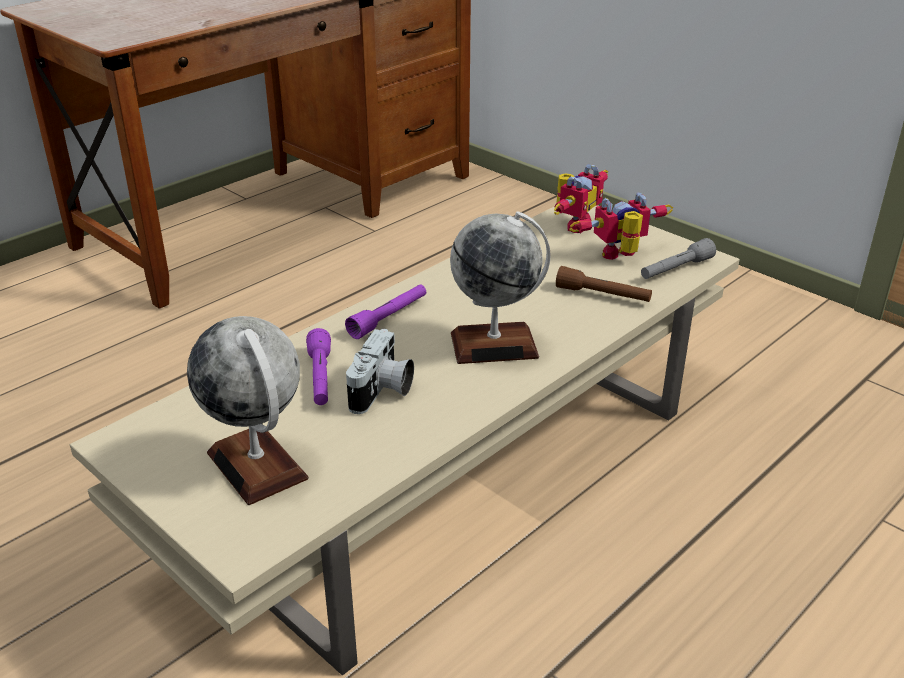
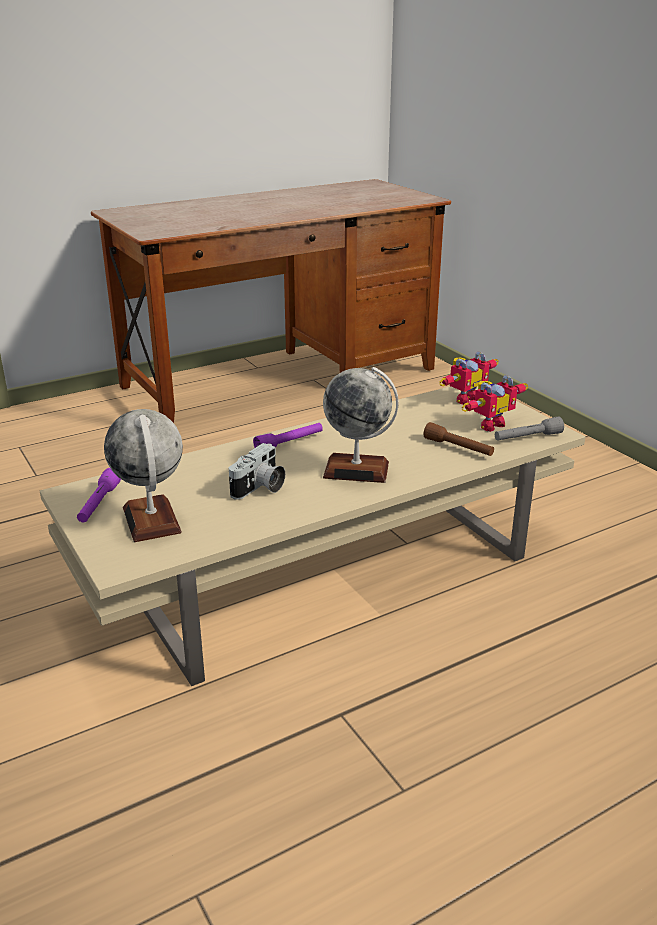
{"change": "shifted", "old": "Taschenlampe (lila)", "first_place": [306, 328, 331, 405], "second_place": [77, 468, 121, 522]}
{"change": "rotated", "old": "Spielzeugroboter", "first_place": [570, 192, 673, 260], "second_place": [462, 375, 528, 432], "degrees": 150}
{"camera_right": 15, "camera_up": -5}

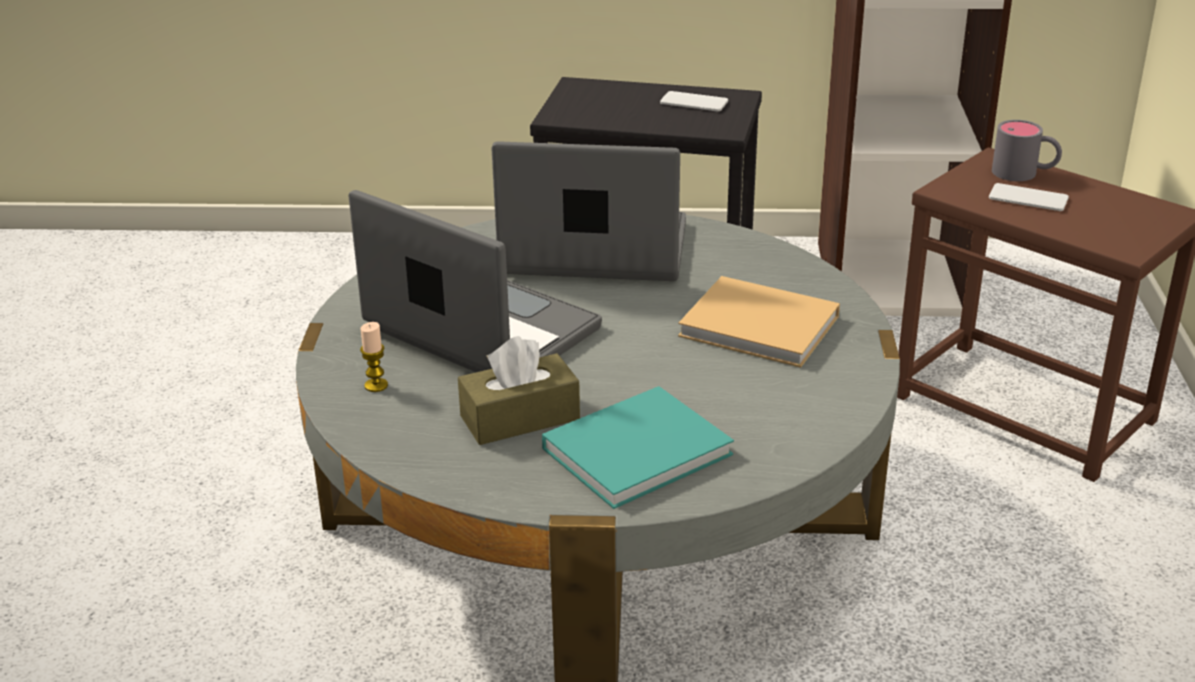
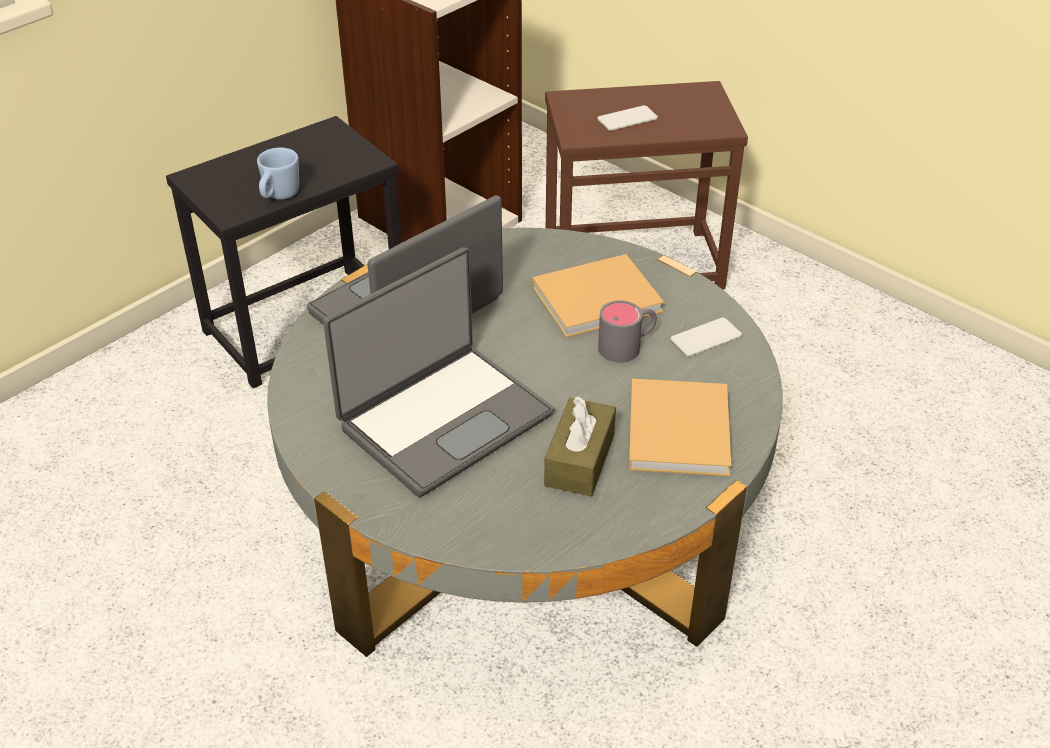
{"change": "new", "new": "Henkelbecher (blau)", "second_place": [257, 148, 299, 200]}
{"change": "rotated", "old": "Laptop", "first_place": [349, 190, 602, 372], "second_place": [323, 247, 554, 497], "degrees": 150}
{"change": "shifted", "old": "Henkelbecher (grau)", "first_place": [992, 120, 1062, 181], "second_place": [598, 300, 657, 363]}
{"change": "repainted", "old": "Buch (türkis)", "new": "Buch (beige)", "first_place": [542, 386, 734, 509], "second_place": [629, 379, 731, 476]}
{"change": "shifted", "old": "Handy", "first_place": [660, 91, 728, 111], "second_place": [671, 318, 742, 357]}
{"change": "gone", "old": "Kerze", "first_place": [360, 322, 388, 392]}
{"camera_right": -50, "camera_up": 10}

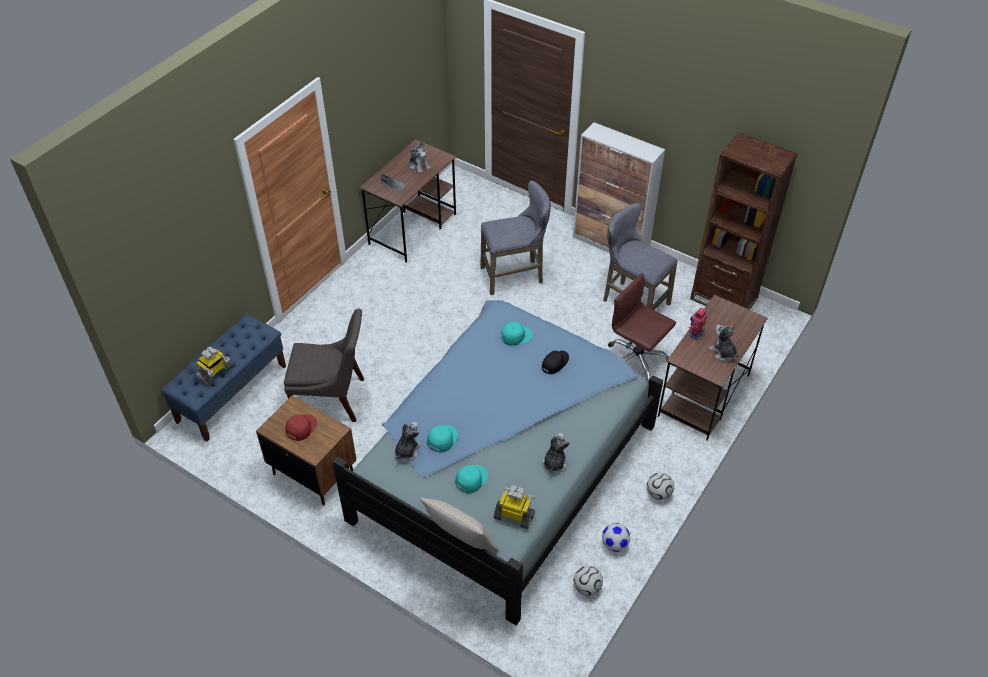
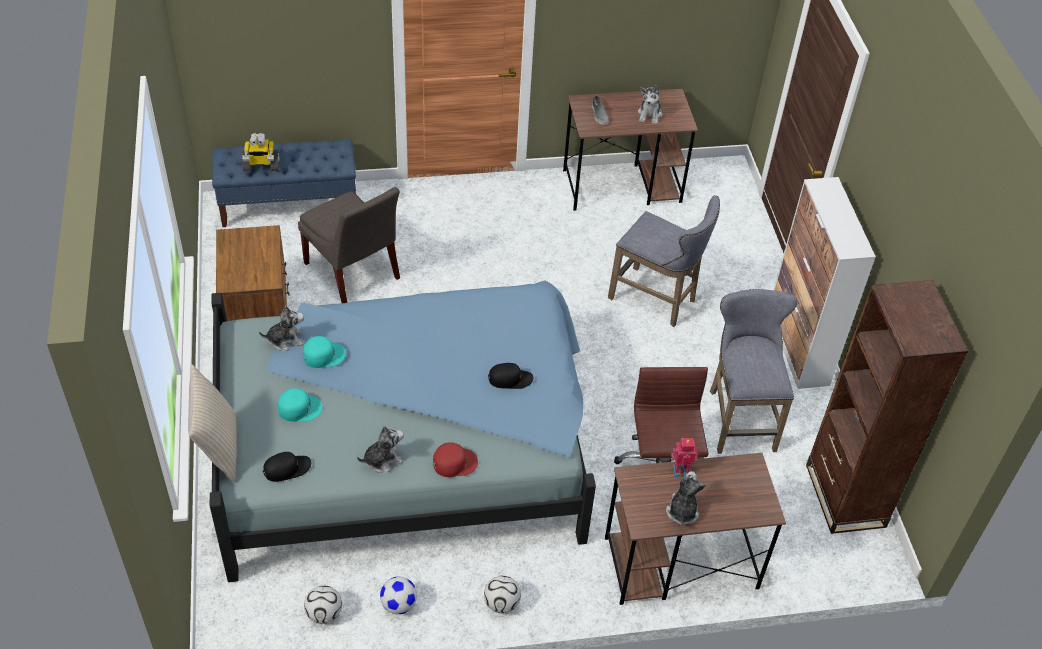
{"change": "swapped", "old": "Spielzeugroboter", "new": "Kappe (schwarz)", "first_place": [494, 486, 535, 529], "second_place": [263, 452, 311, 482]}
{"change": "shifted", "old": "Kappe (rot)", "first_place": [286, 414, 317, 441], "second_place": [433, 443, 478, 477]}
{"change": "gone", "old": "Kappe (türkis)", "first_place": [501, 322, 533, 346]}
{"camera_right": 45, "camera_up": 0}

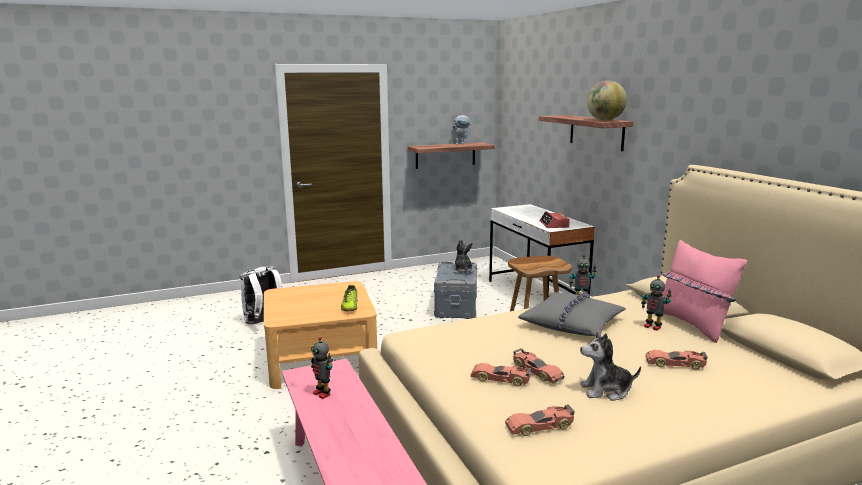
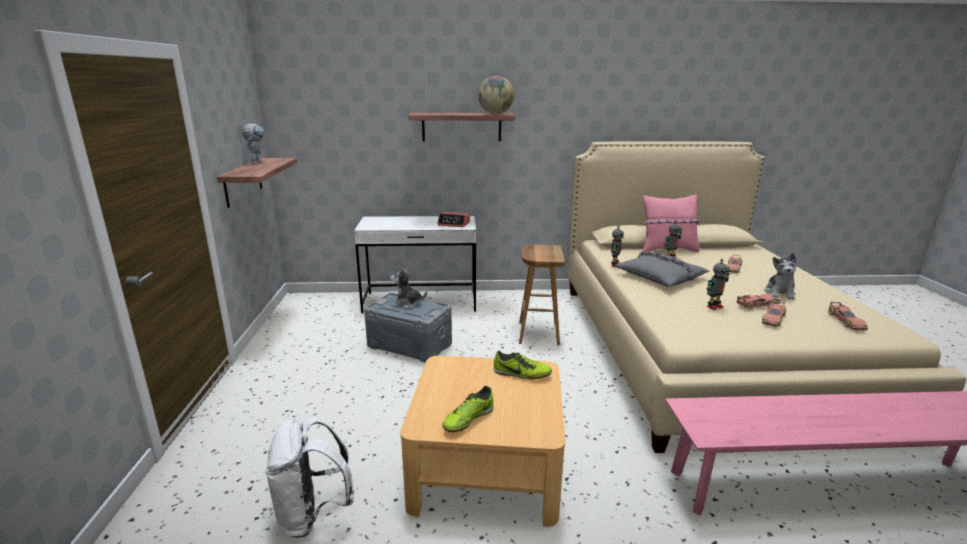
{"change": "new", "new": "Schuh", "second_place": [442, 386, 494, 432]}
{"change": "shifted", "old": "Spielzeugroboter", "first_place": [311, 337, 333, 399], "second_place": [706, 259, 730, 310]}
{"camera_right": -70, "camera_up": 5}

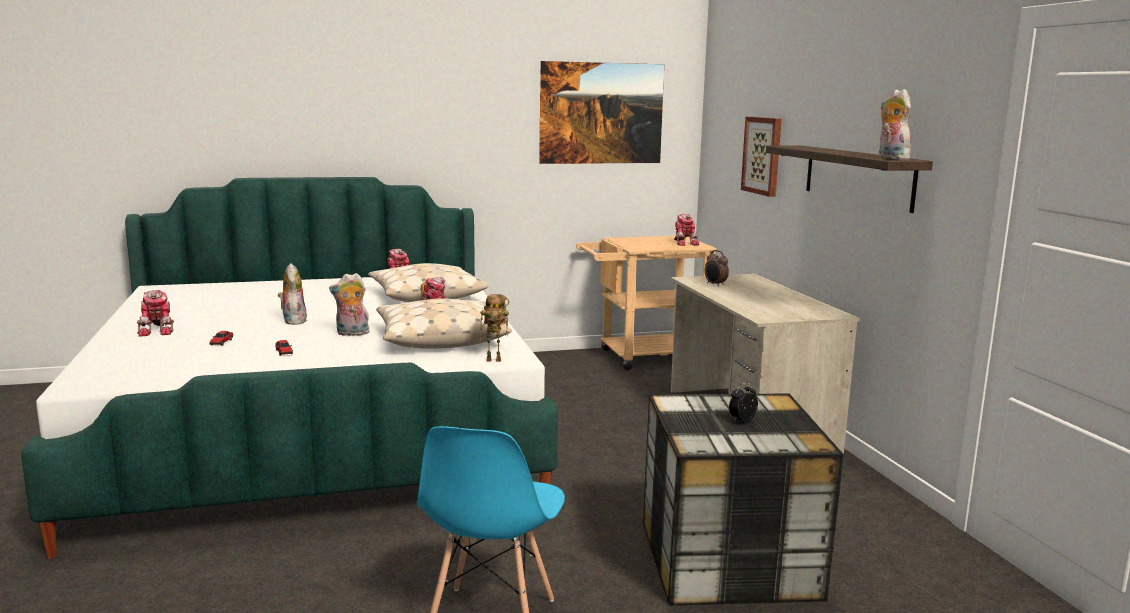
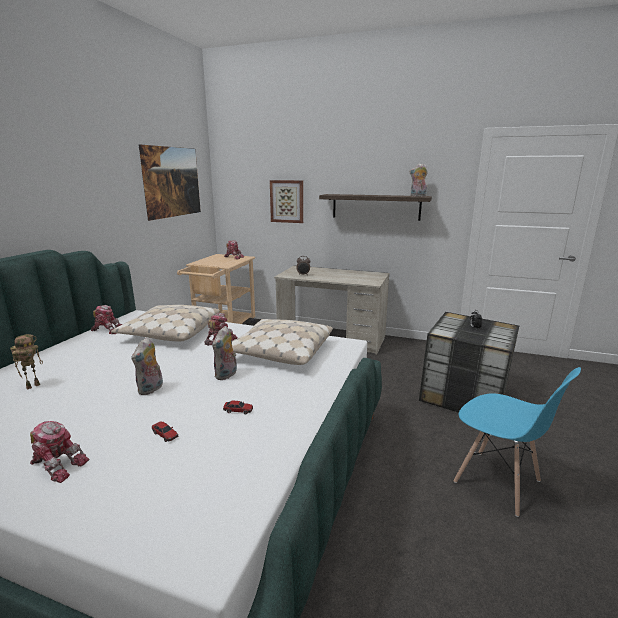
{"change": "shifted", "old": "Spielzeugroboter", "first_place": [480, 294, 509, 362], "second_place": [10, 334, 43, 389]}
{"change": "rotated", "old": "Plüschtier", "first_place": [278, 263, 307, 325], "second_place": [131, 337, 163, 395], "degrees": -90}
{"camera_right": -55, "camera_up": 5}

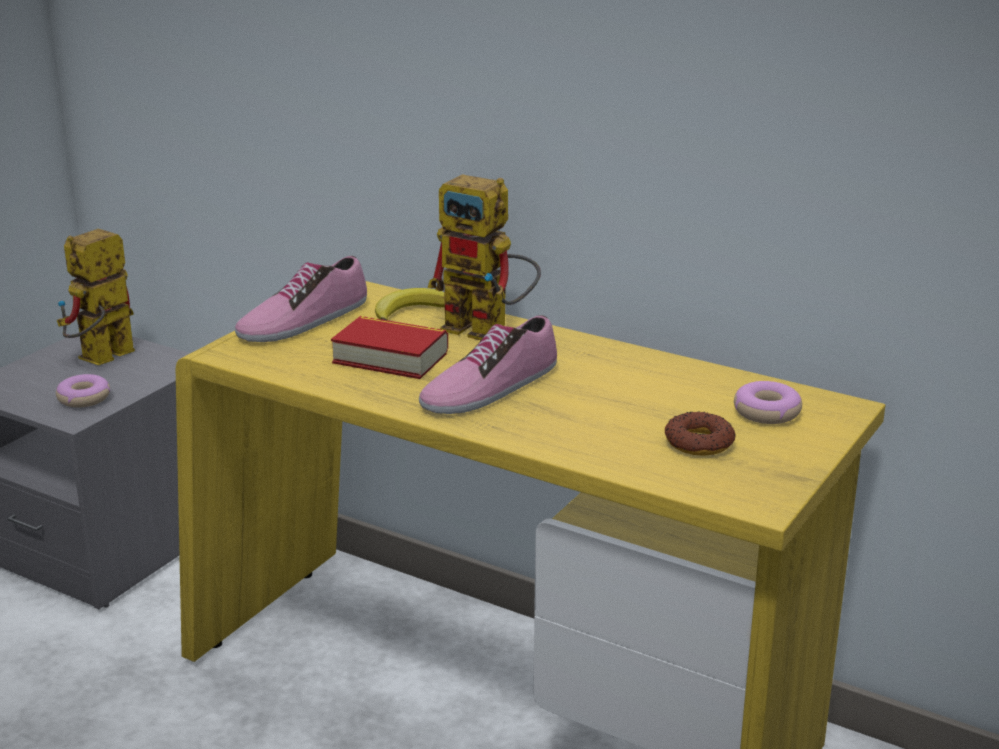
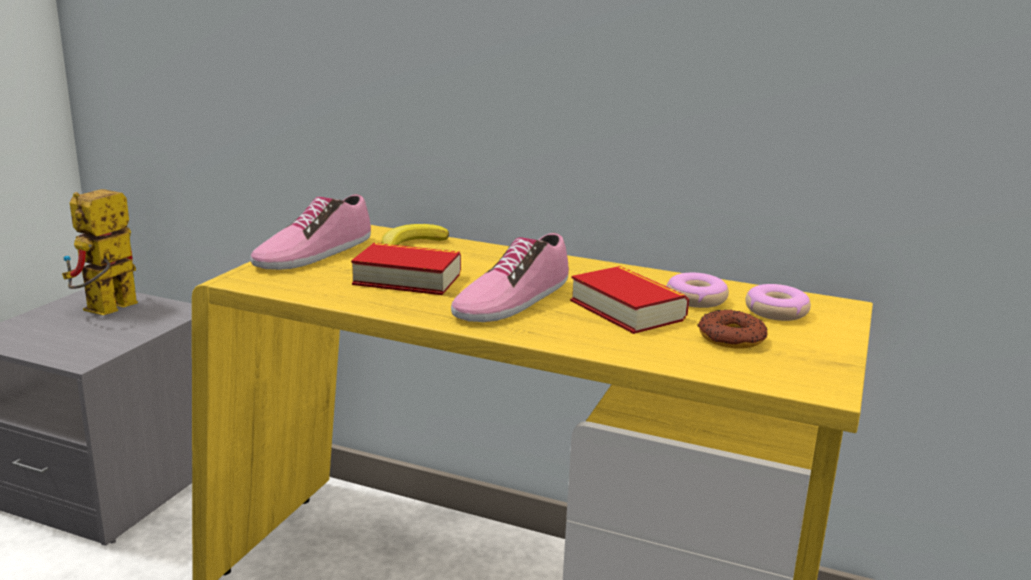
{"change": "new", "new": "Buch", "second_place": [570, 266, 689, 334]}
{"change": "shifted", "old": "Donut", "first_place": [56, 374, 110, 408], "second_place": [666, 273, 729, 308]}
{"change": "gone", "old": "Spielzeugroboter", "first_place": [427, 174, 541, 340]}
{"camera_right": -10, "camera_up": -5}

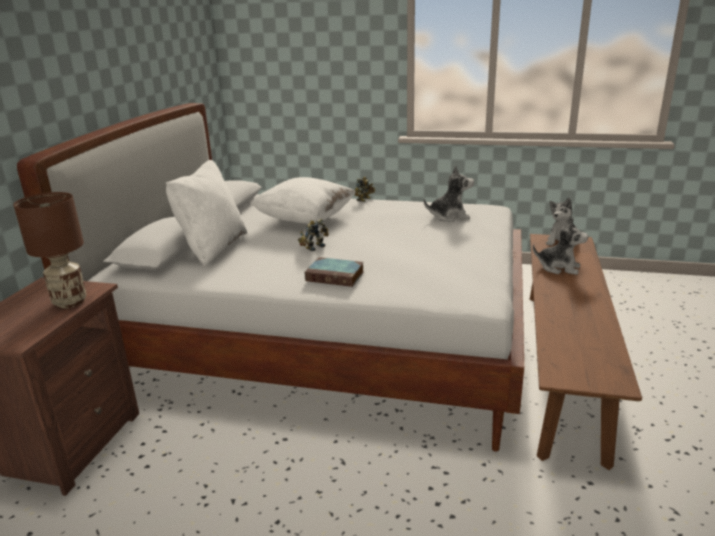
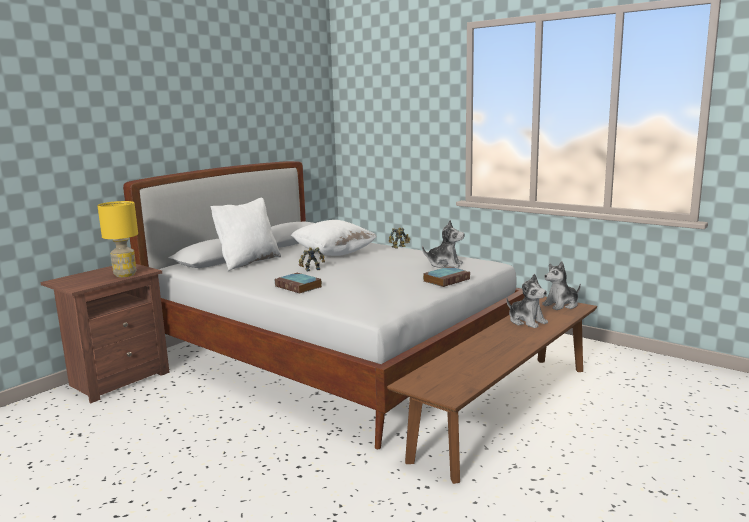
{"change": "repainted", "old": "Tischlampe (braun)", "new": "Tischlampe (gelb)", "first_place": [13, 192, 86, 309], "second_place": [97, 201, 138, 278]}
{"change": "new", "new": "Buch", "second_place": [423, 266, 470, 287]}
{"camera_right": 25, "camera_up": -10}

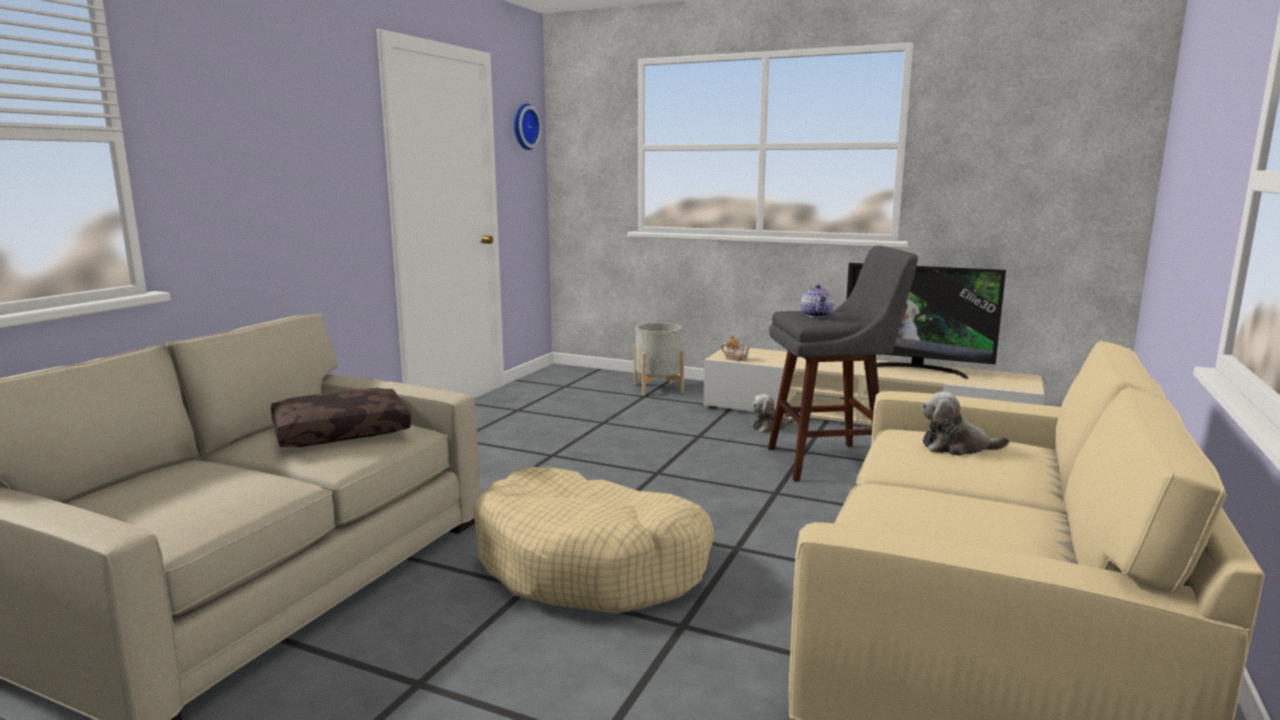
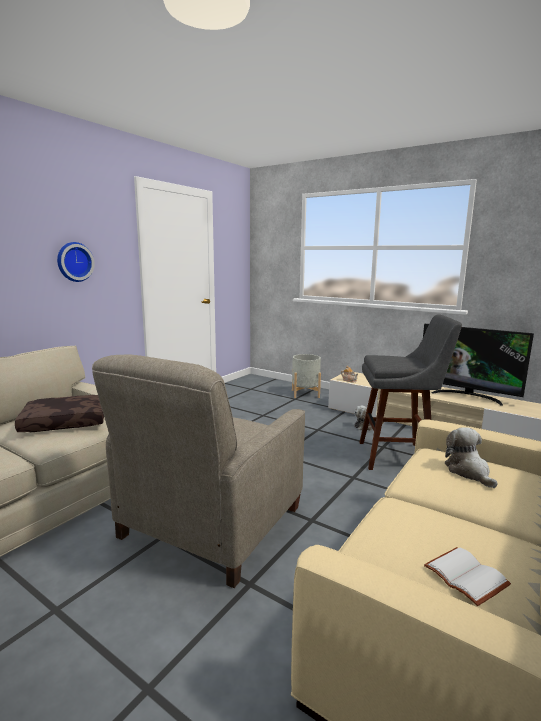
{"change": "shifted", "old": "Wanduhr", "first_place": [514, 103, 542, 150], "second_place": [57, 242, 95, 282]}
{"change": "swapped", "old": "Hundebett (beige)", "new": "Sessel (beige)", "first_place": [473, 467, 714, 613], "second_place": [92, 355, 305, 588]}
{"change": "new", "new": "Buch (weiß)", "second_place": [424, 547, 511, 606]}
{"change": "rotated", "old": "Plüschtier", "first_place": [921, 391, 1010, 456], "second_place": [445, 427, 498, 488], "degrees": 60}
{"change": "gone", "old": "Teekanne", "first_place": [801, 284, 834, 318]}
{"camera_right": 10, "camera_up": 0}

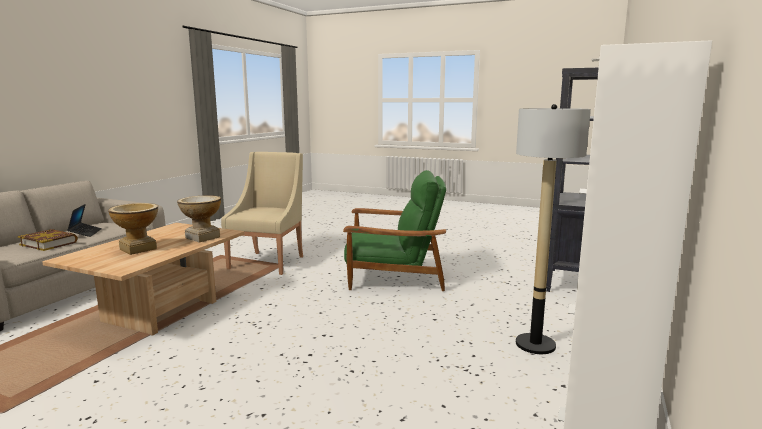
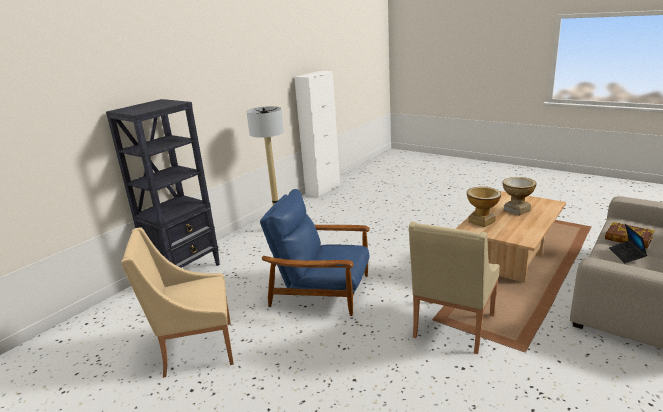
{"change": "new", "new": "Sessel (beige)", "second_place": [121, 227, 234, 378]}
{"change": "repainted", "old": "Sessel (grün)", "new": "Sessel (blau)", "first_place": [343, 170, 446, 291], "second_place": [260, 189, 370, 316]}
{"camera_right": -165, "camera_up": 10}

